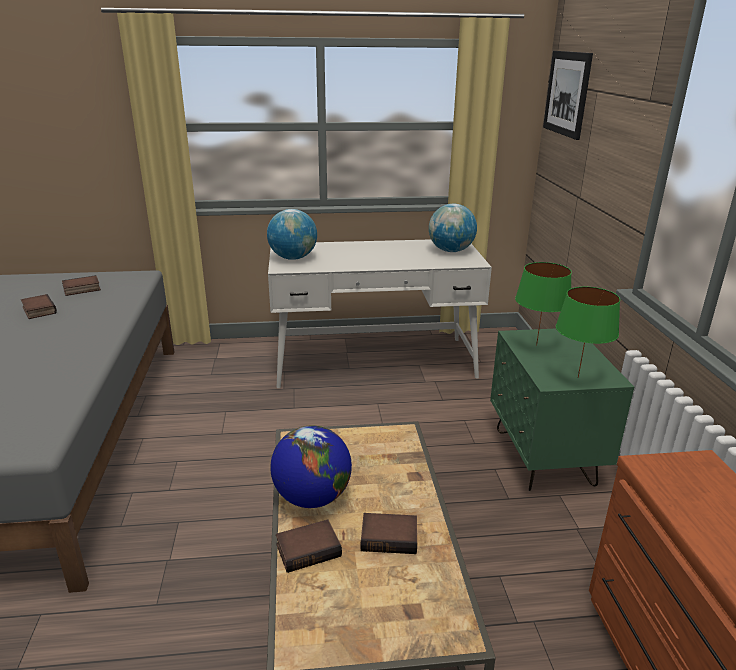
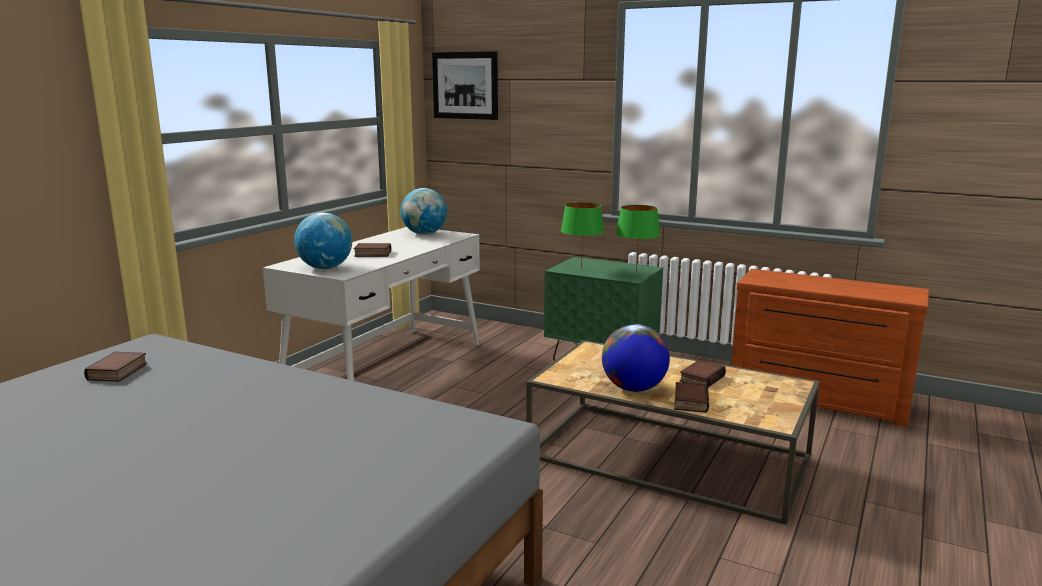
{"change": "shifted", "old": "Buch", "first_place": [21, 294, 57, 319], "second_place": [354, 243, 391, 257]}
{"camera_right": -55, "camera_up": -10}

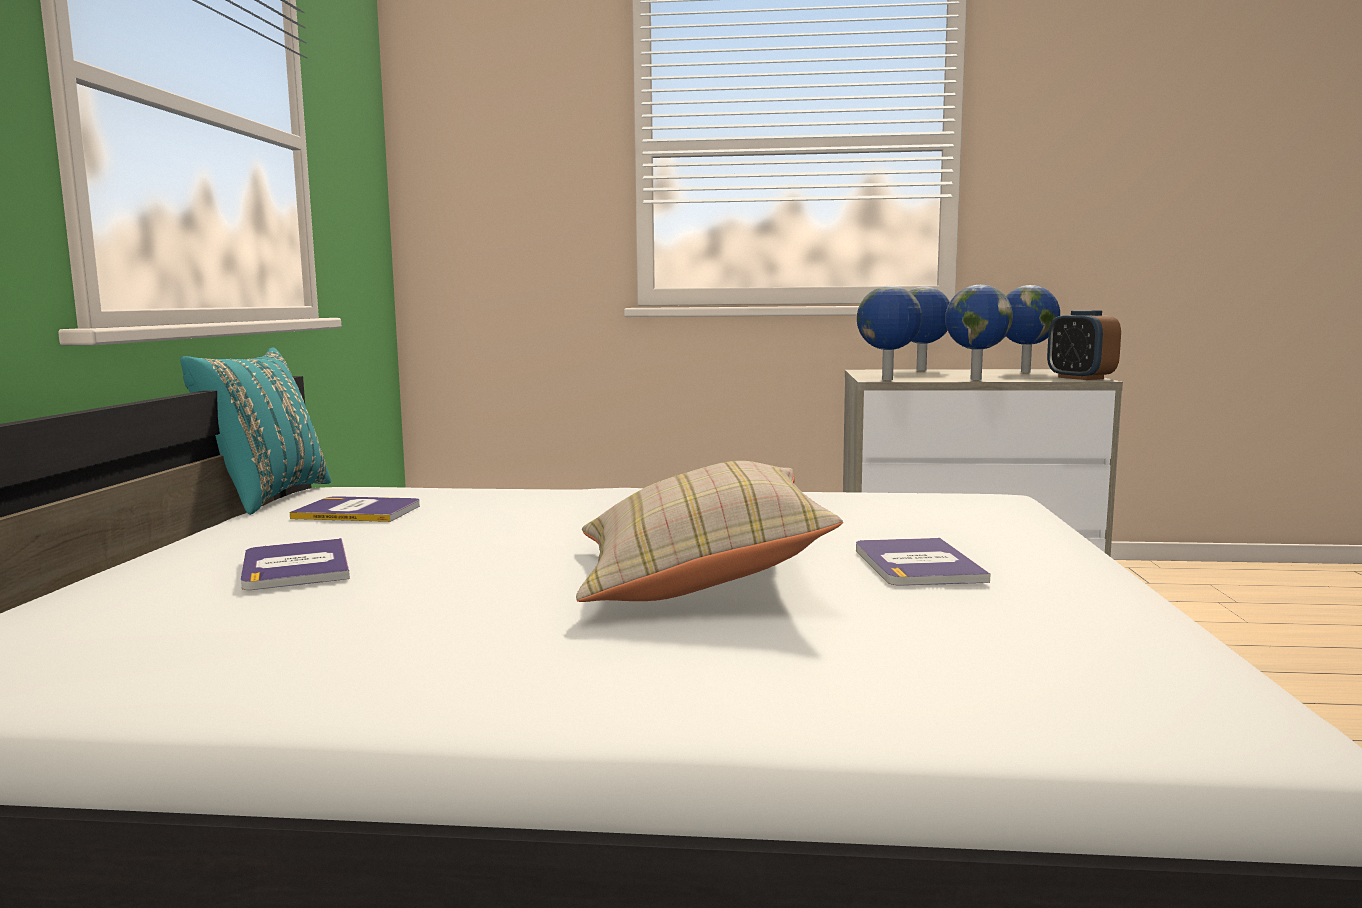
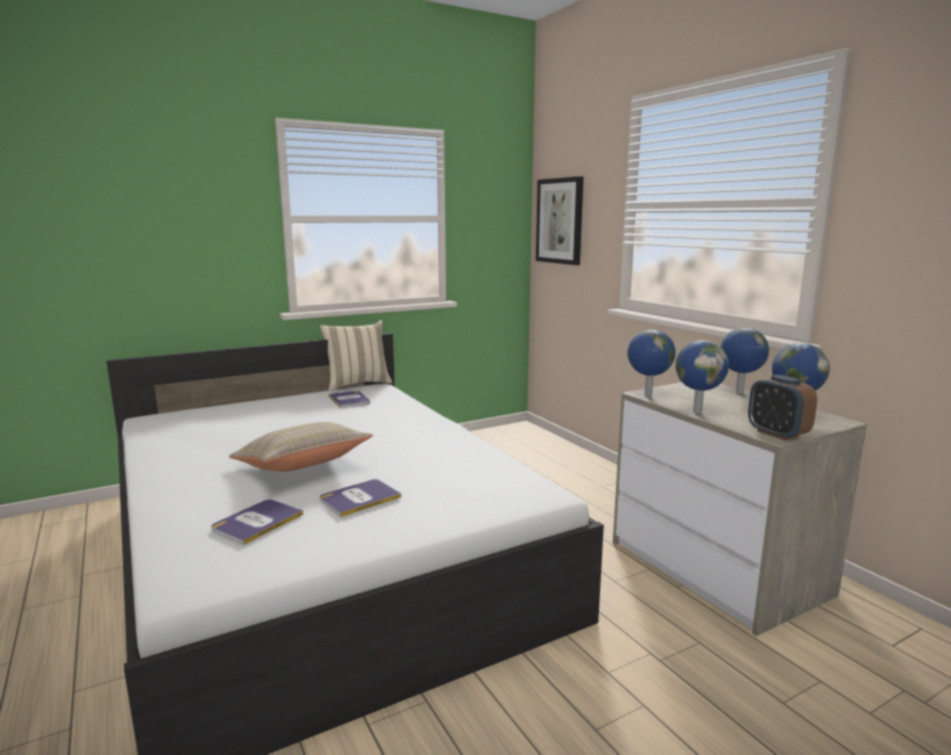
{"change": "shifted", "old": "Buch", "first_place": [241, 538, 350, 590], "second_place": [211, 499, 303, 545]}
{"change": "repainted", "old": "Kissen (türkis)", "new": "Kissen (beige)", "first_place": [180, 347, 331, 515], "second_place": [320, 320, 393, 391]}
{"change": "new", "new": "Bild", "second_place": [536, 176, 584, 265]}
{"change": "rotated", "old": "Wecker", "first_place": [1047, 310, 1121, 380], "second_place": [748, 374, 817, 441], "degrees": -60}
{"camera_right": 55, "camera_up": 5}

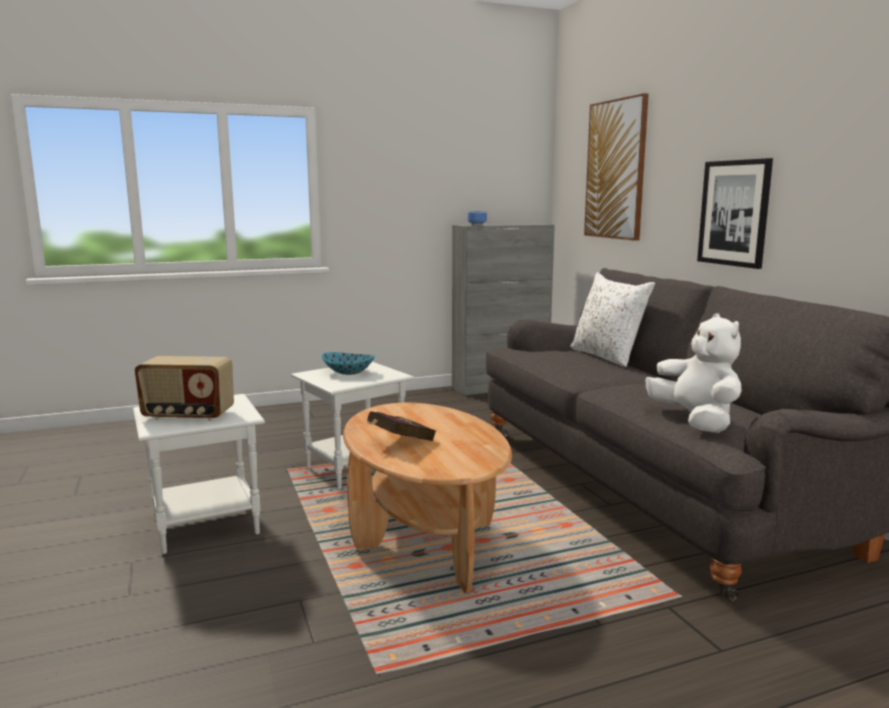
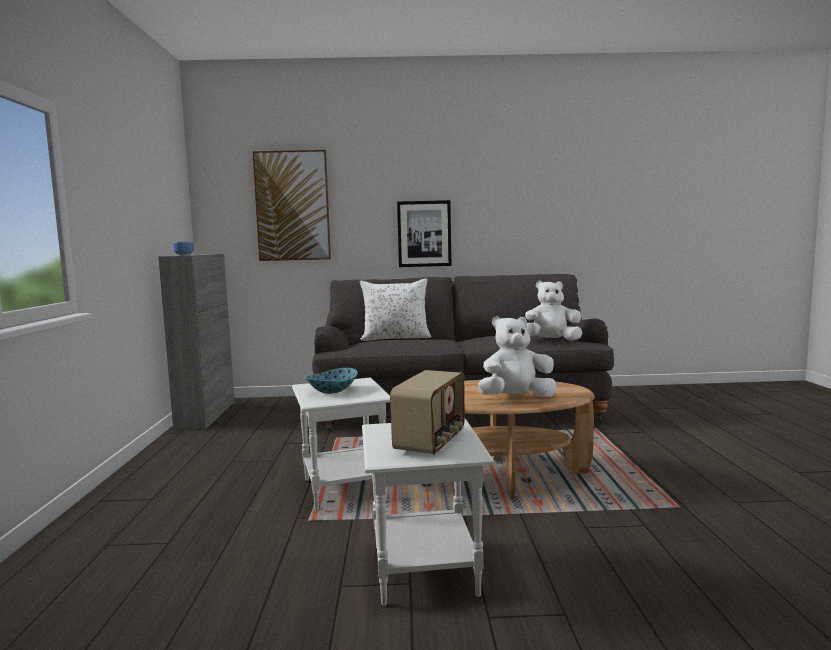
{"change": "swapped", "old": "Buch (rot)", "new": "Plüschtier (weiß)", "first_place": [367, 411, 436, 441], "second_place": [478, 316, 557, 397]}
{"camera_right": -70, "camera_up": -5}

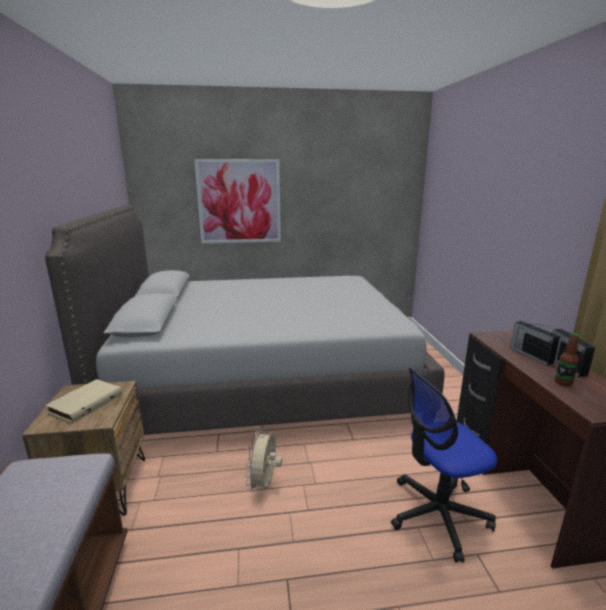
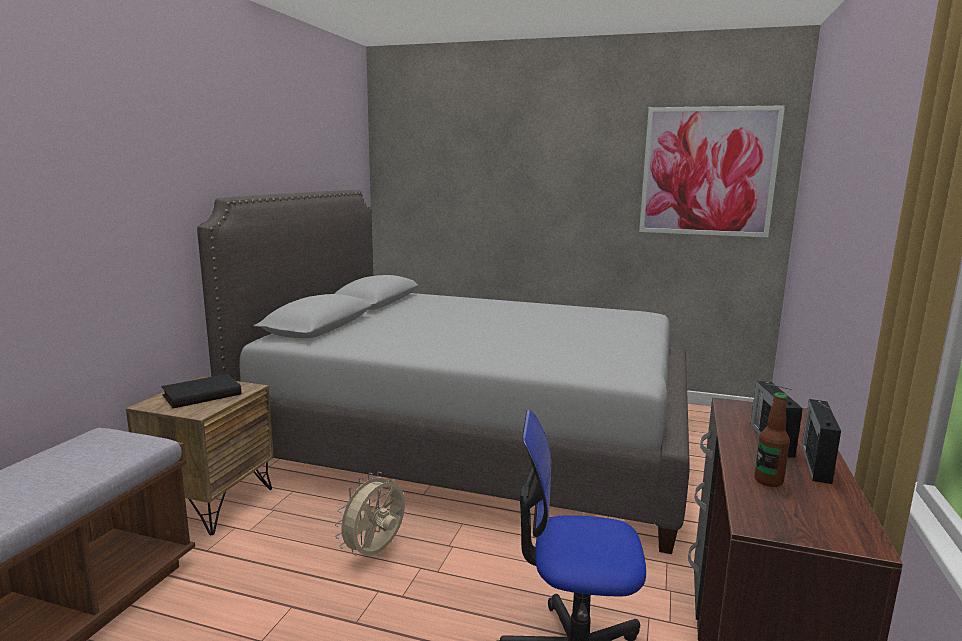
{"change": "repainted", "old": "Buch (beige)", "new": "Buch (schwarz)", "first_place": [45, 379, 122, 423], "second_place": [161, 374, 241, 408]}
{"change": "shifted", "old": "Bild", "first_place": [194, 159, 281, 243], "second_place": [639, 105, 785, 237]}
{"camera_right": 25, "camera_up": -5}

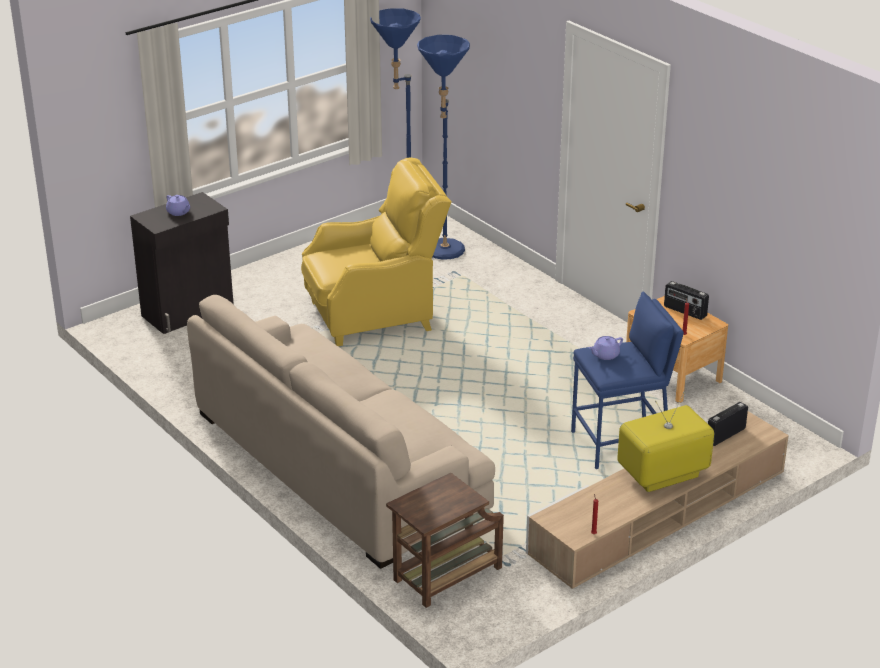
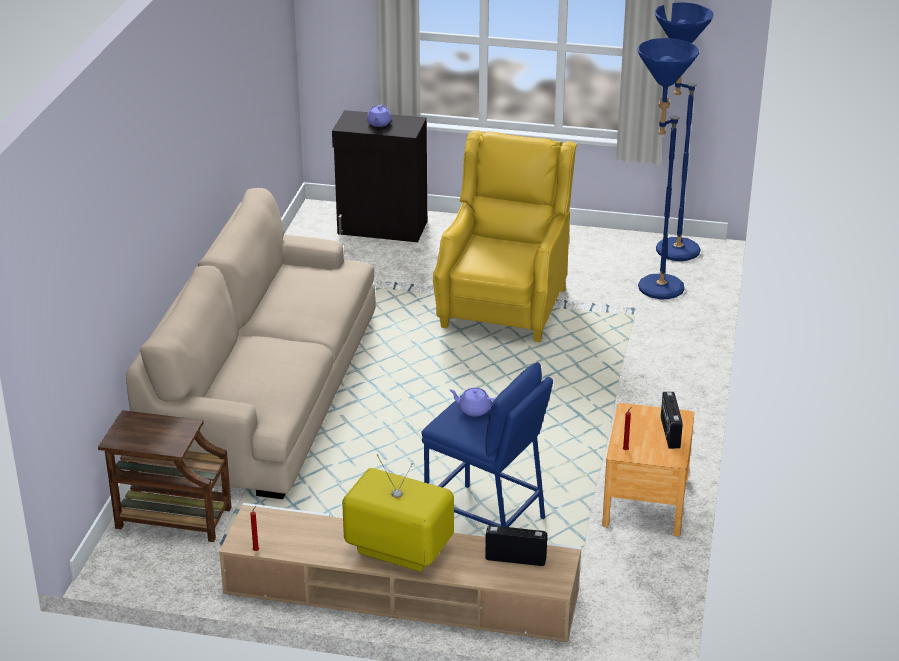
{"change": "rotated", "old": "Sessel (gelb)", "first_place": [301, 157, 452, 346], "second_place": [433, 130, 577, 342], "degrees": -105}
{"camera_right": 50, "camera_up": 0}

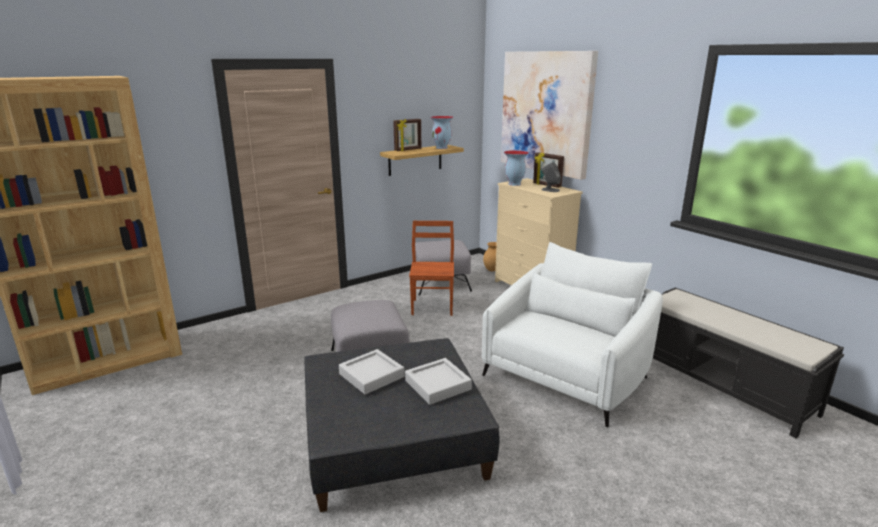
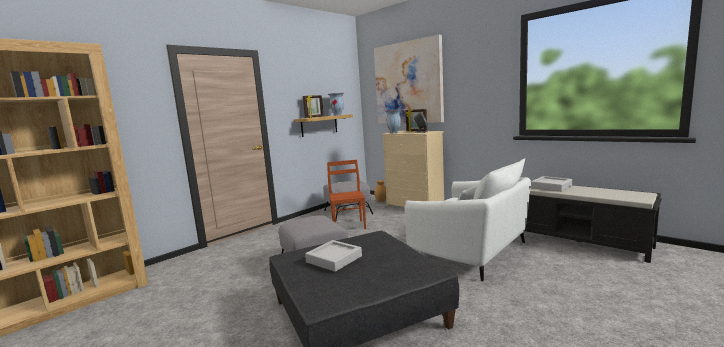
{"change": "rotated", "old": "Sessel (weiß)", "first_place": [482, 242, 663, 428], "second_place": [405, 159, 531, 282], "degrees": 105}
{"change": "shifted", "old": "Tablett (grau)", "first_place": [405, 358, 472, 405], "second_place": [531, 176, 572, 192]}
{"camera_right": -10, "camera_up": -10}

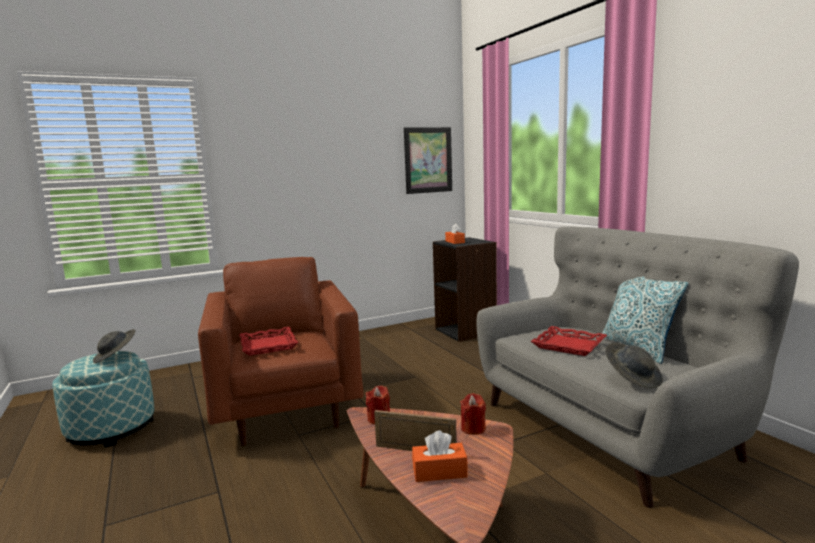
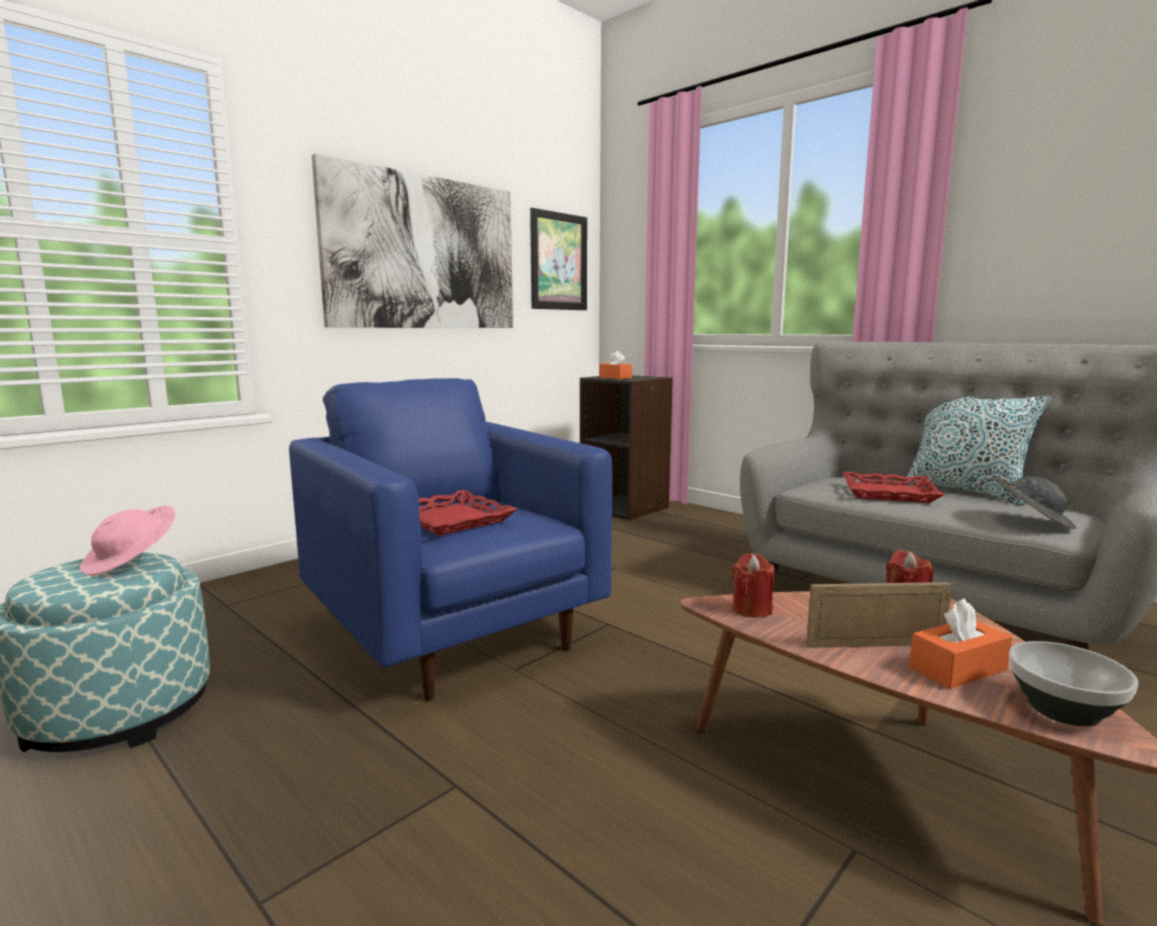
{"change": "repainted", "old": "Hut (grau)", "new": "Hut (rosa)", "first_place": [93, 329, 136, 363], "second_place": [80, 506, 175, 576]}
{"change": "repainted", "old": "Sessel (braun)", "new": "Sessel (blau)", "first_place": [198, 257, 364, 446], "second_place": [289, 378, 613, 701]}
{"change": "new", "new": "Bild", "second_place": [312, 154, 513, 328]}
{"change": "new", "new": "Schüssel", "second_place": [1009, 641, 1138, 726]}
{"camera_right": -20, "camera_up": 0}

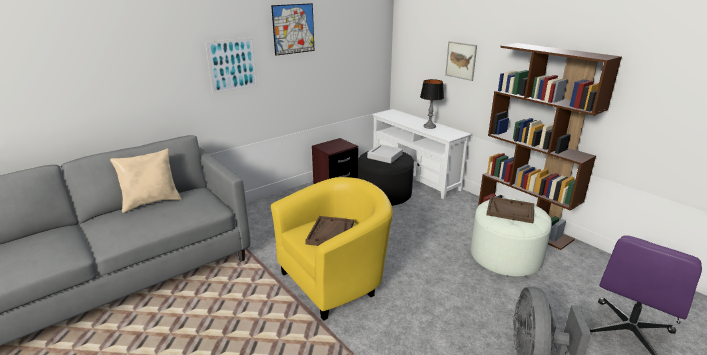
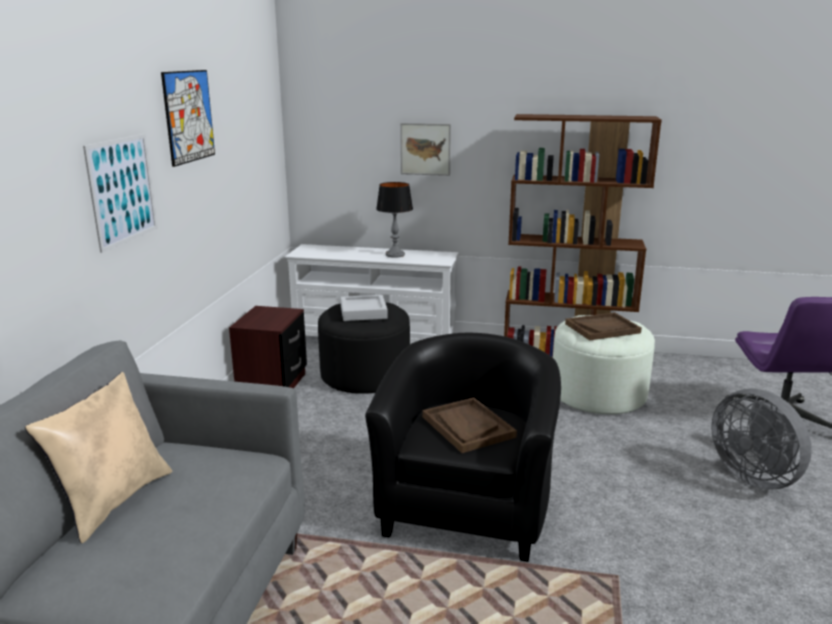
{"change": "repainted", "old": "Sessel (gelb)", "new": "Sessel (schwarz)", "first_place": [271, 177, 393, 321], "second_place": [365, 333, 561, 562]}
{"camera_right": -40, "camera_up": -5}

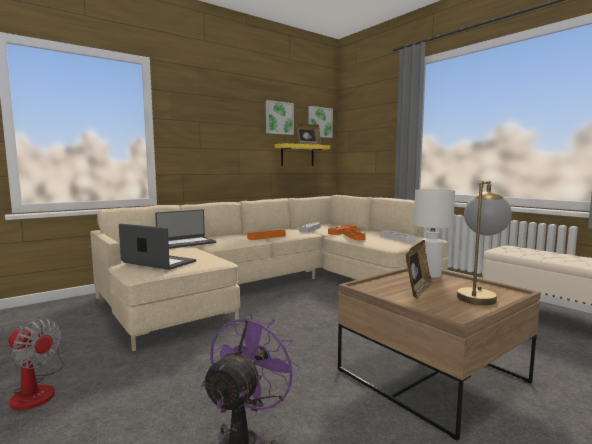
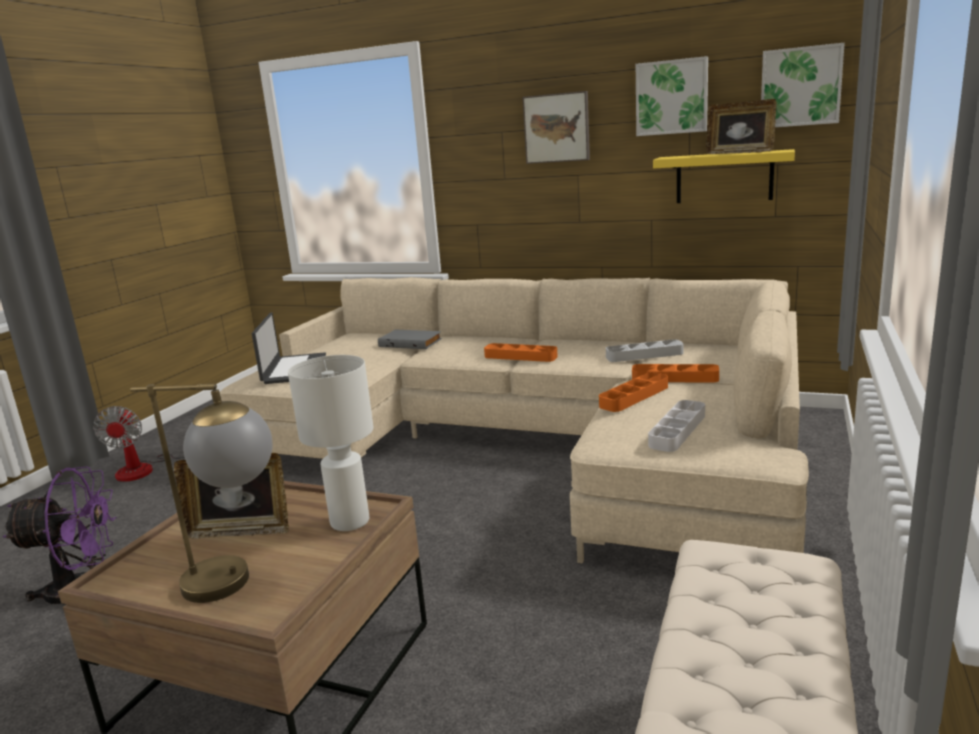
{"change": "swapped", "old": "Laptop", "new": "Buch (grau)", "first_place": [155, 209, 216, 249], "second_place": [378, 329, 442, 349]}
{"change": "new", "new": "Bild", "second_place": [523, 91, 590, 164]}
{"camera_right": 60, "camera_up": 10}

